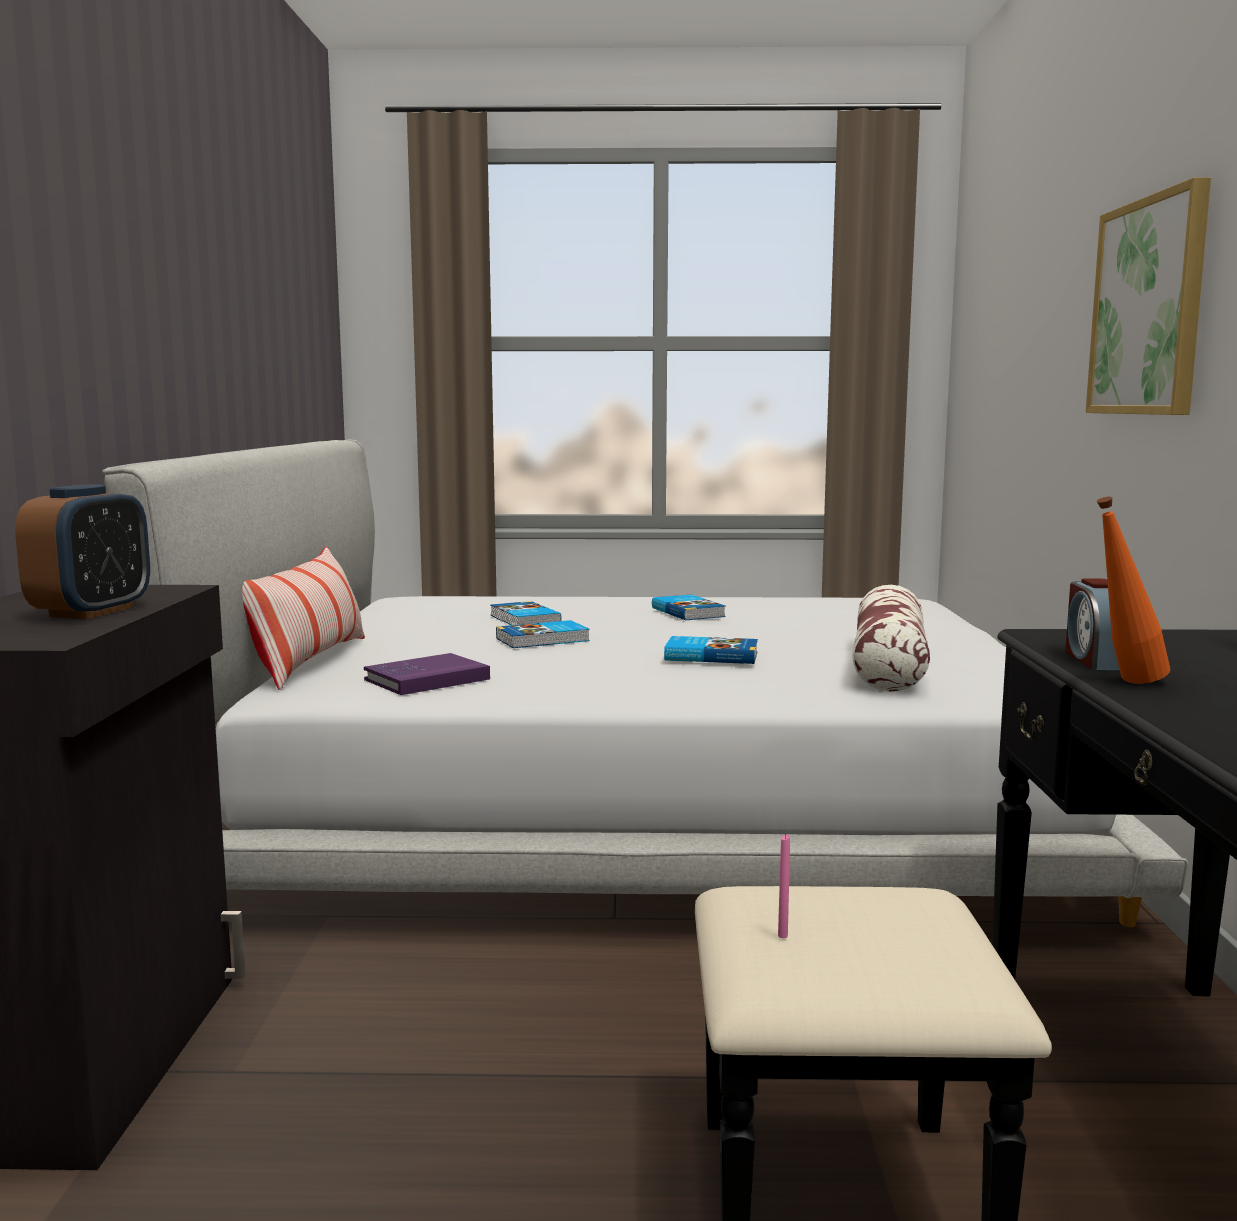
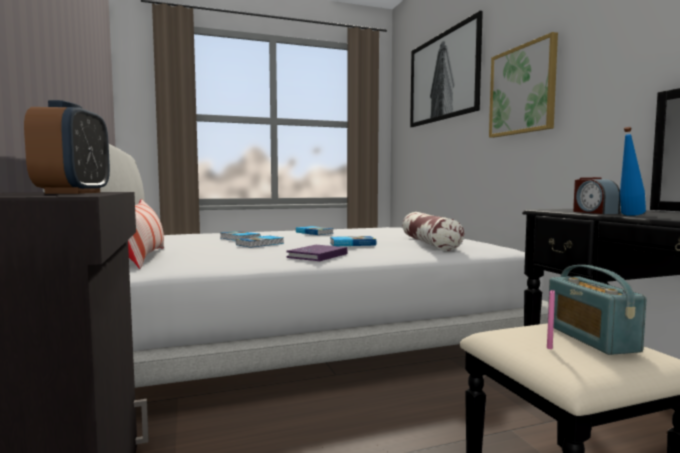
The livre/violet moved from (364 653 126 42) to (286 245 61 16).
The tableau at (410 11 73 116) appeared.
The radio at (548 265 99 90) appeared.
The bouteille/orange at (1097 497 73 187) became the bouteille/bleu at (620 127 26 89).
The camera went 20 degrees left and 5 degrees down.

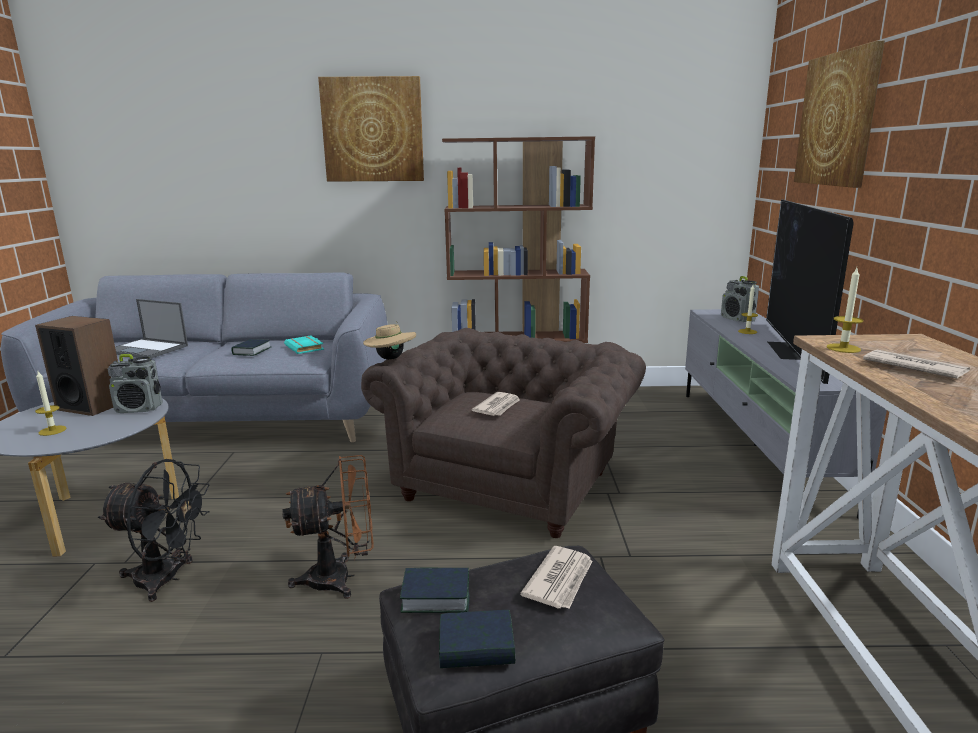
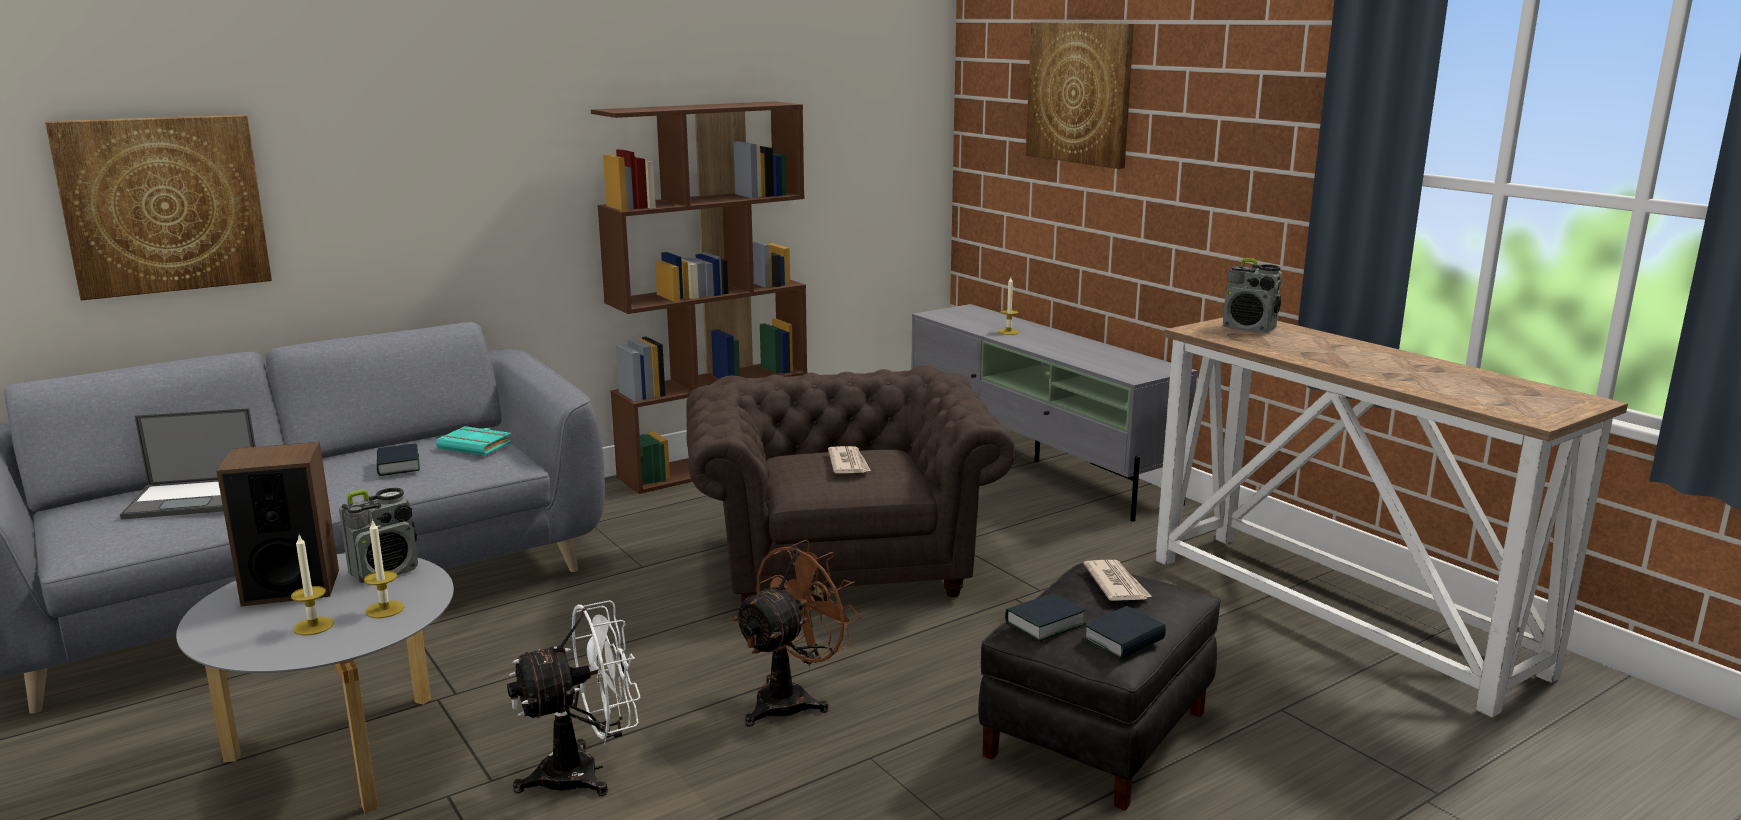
The tableau moved from (318 76 106 106) to (45 115 227 185).
The bougie moved from (827 268 36 85) to (364 519 40 99).
The ventilateur/noir at (98 459 112 143) became the ventilateur/blanc at (507 600 134 196).
The radio moved from (721 276 38 46) to (1223 258 59 75).
The chapeau/beige at (363 321 53 39) disappeared.
The téléviseur at (766 199 88 185) disappeared.
The journal at (863 350 107 29) disappeared.
The camera went 35 degrees left and 0 degrees up.

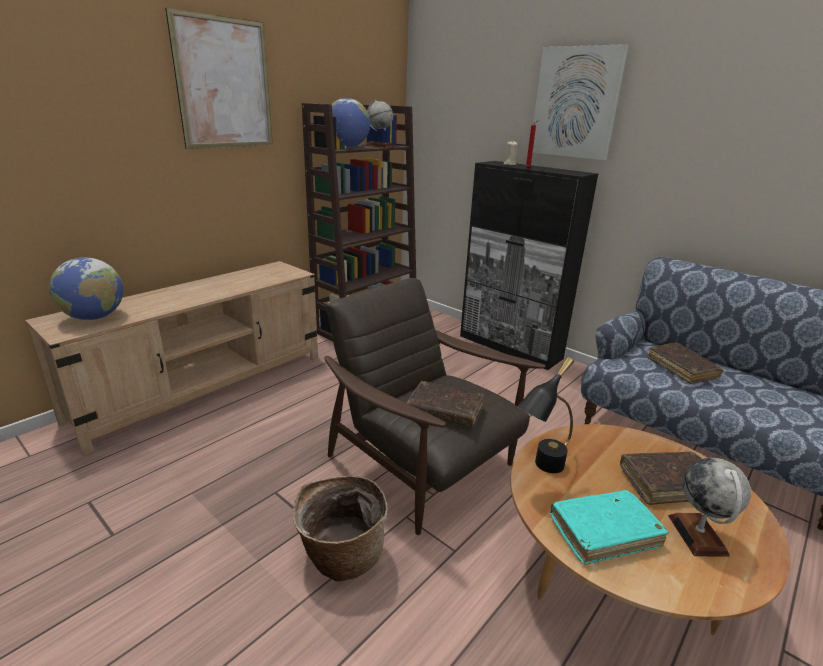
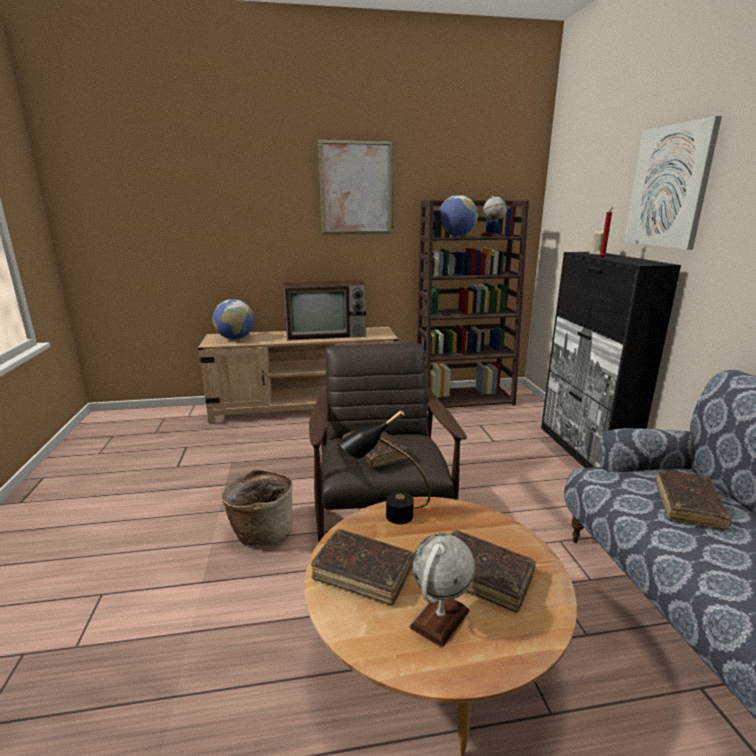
The téléviseur at (284 280 82 61) appeared.
The livre/turquoise at (550 490 119 75) became the livre/marron at (311 529 103 76).
The camera went 40 degrees right and 5 degrees down.

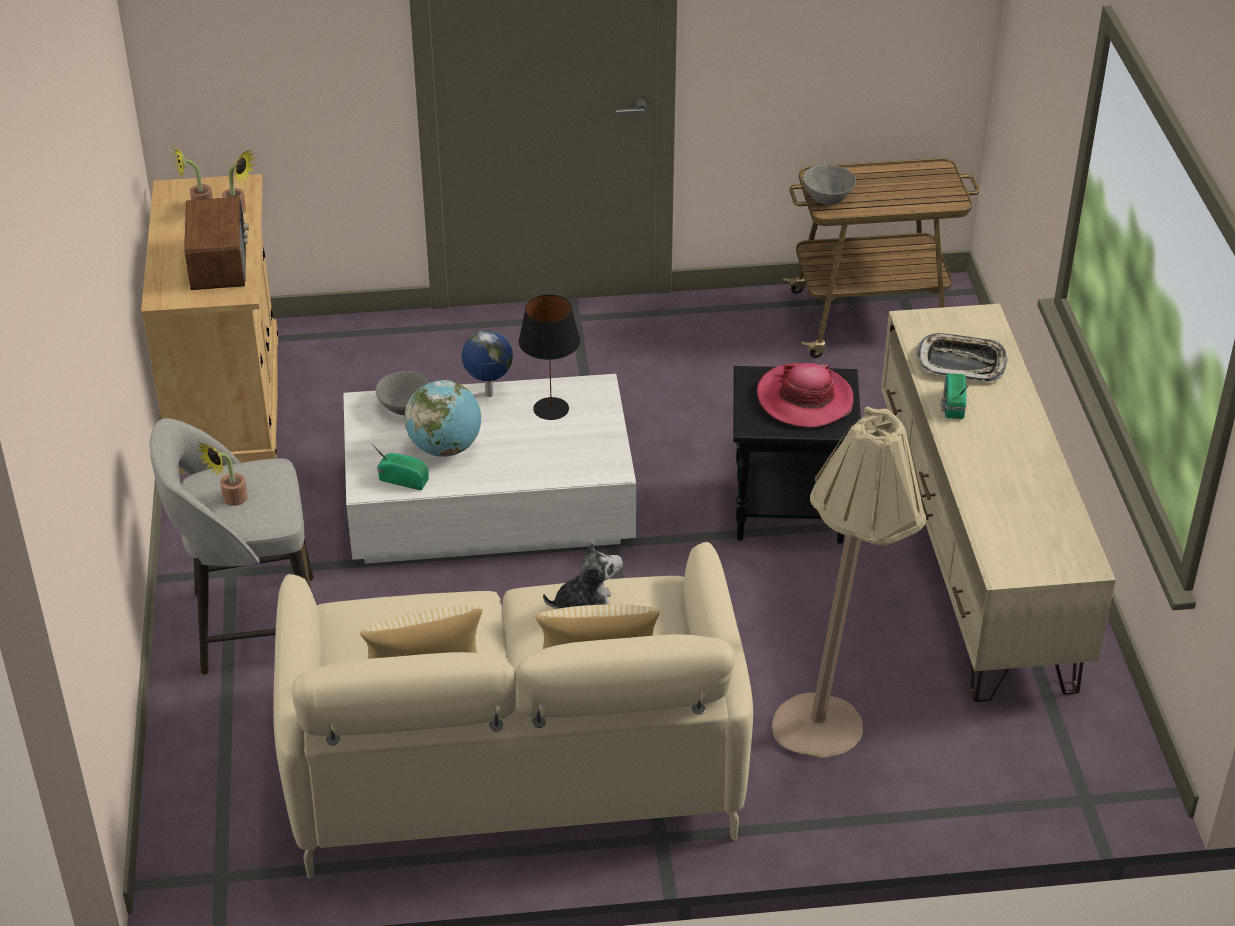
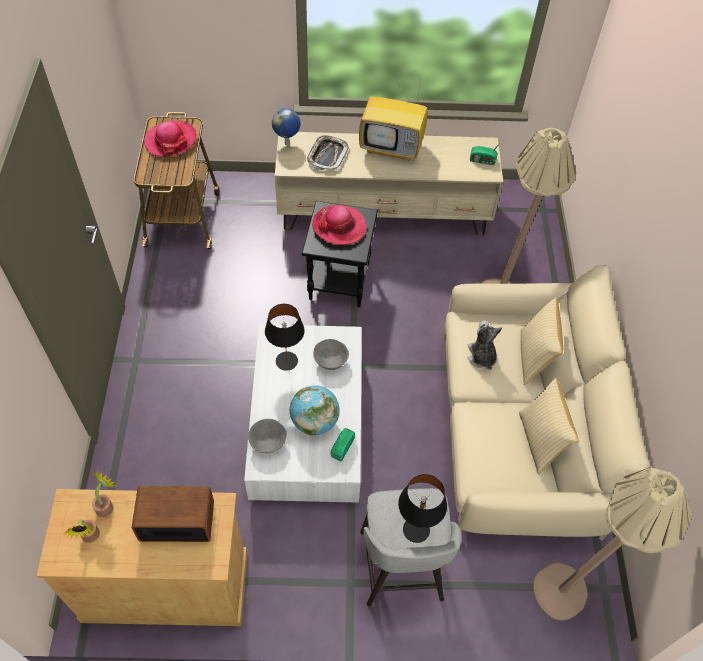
The chapeau at (144 120 53 37) appeared.
The globe moved from (461 330 52 67) to (272 108 29 38).
The bol/gris moved from (803 165 53 40) to (313 339 36 31).
The téléviseur at (359 76 69 85) appeared.
The plante en pot at (196 443 52 63) was replaced by the lampe de table/noir at (398 474 49 69).
The radio moved from (941 373 29 46) to (470 141 32 24).
The lampadaire/beige at (533 467 160 153) appeared.
The camera went 85 degrees left and 15 degrees up.

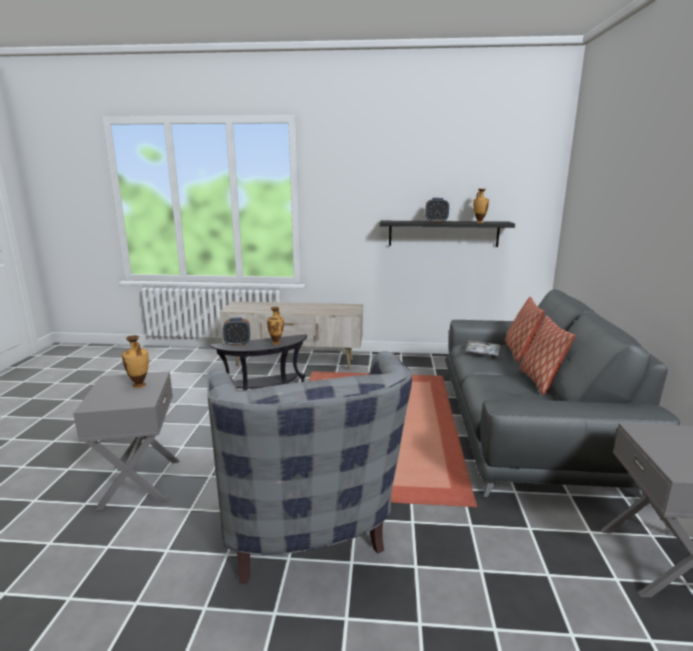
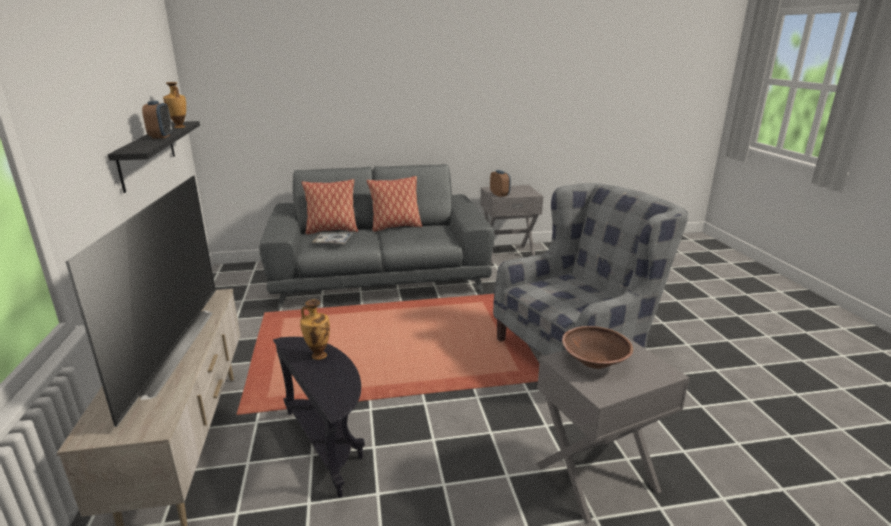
The téléviseur at (65 176 151 251) appeared.
The réveil moved from (223 318 27 28) to (490 170 21 27).
The vase at (122 335 27 53) was replaced by the bol/marron at (562 326 71 43).
The camera went 105 degrees left and 5 degrees up.

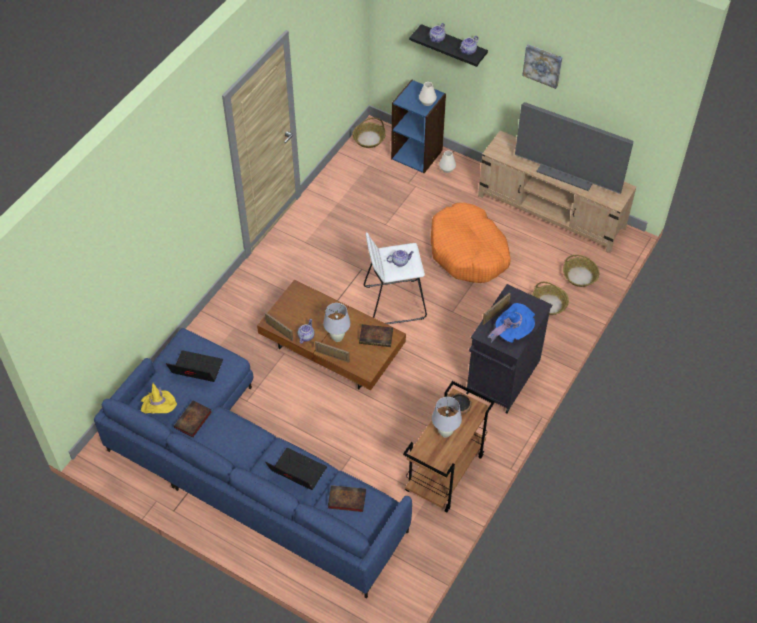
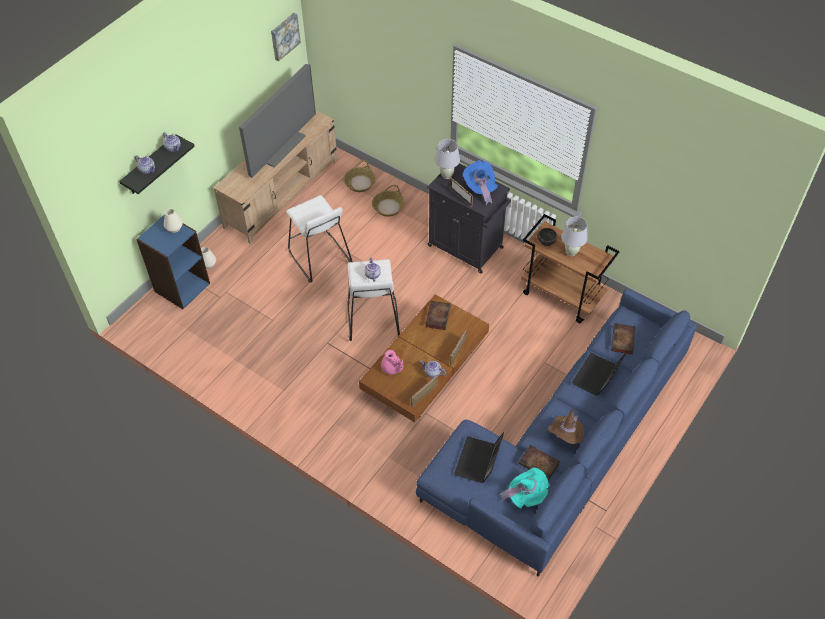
The tableau moved from (522 44 41 45) to (271 13 30 49).
The panier pour chien/orange at (431 203 79 80) was replaced by the tabouret/blanc at (286 195 67 87).
The théière/rose at (381 350 22 24) appeared.
The lampe de table/blanc moved from (323 303 28 39) to (435 139 25 40).
The chapeau/jaune at (141 383 36 31) became the chapeau/turquoise at (499 468 51 41).
The chapeau/marron at (548 409 36 35) appeared.
The panier at (352 117 33 31) disappeared.
The camera went 85 degrees left and 0 degrees up.

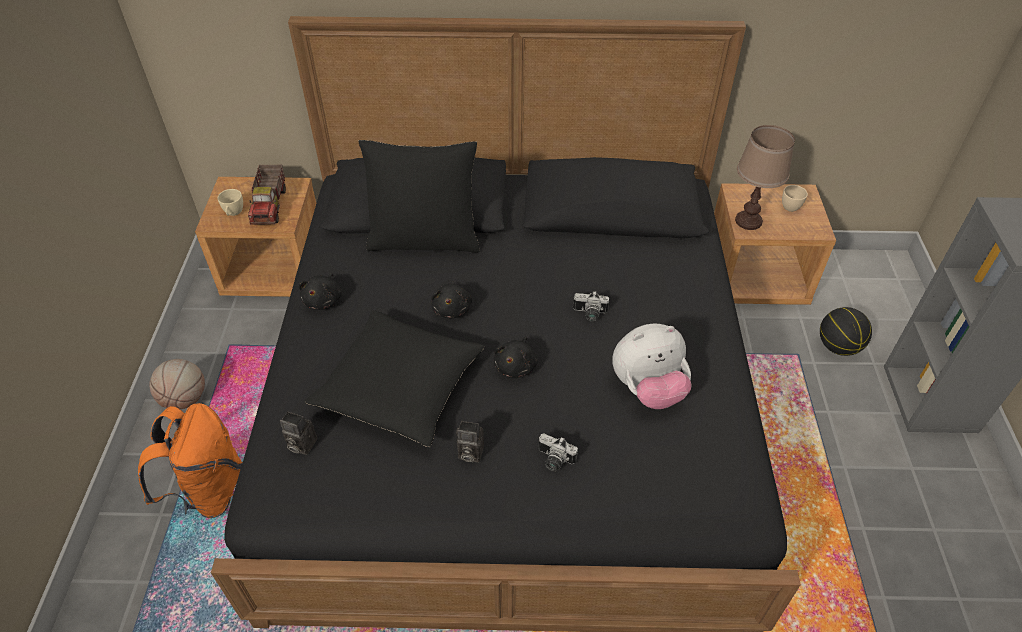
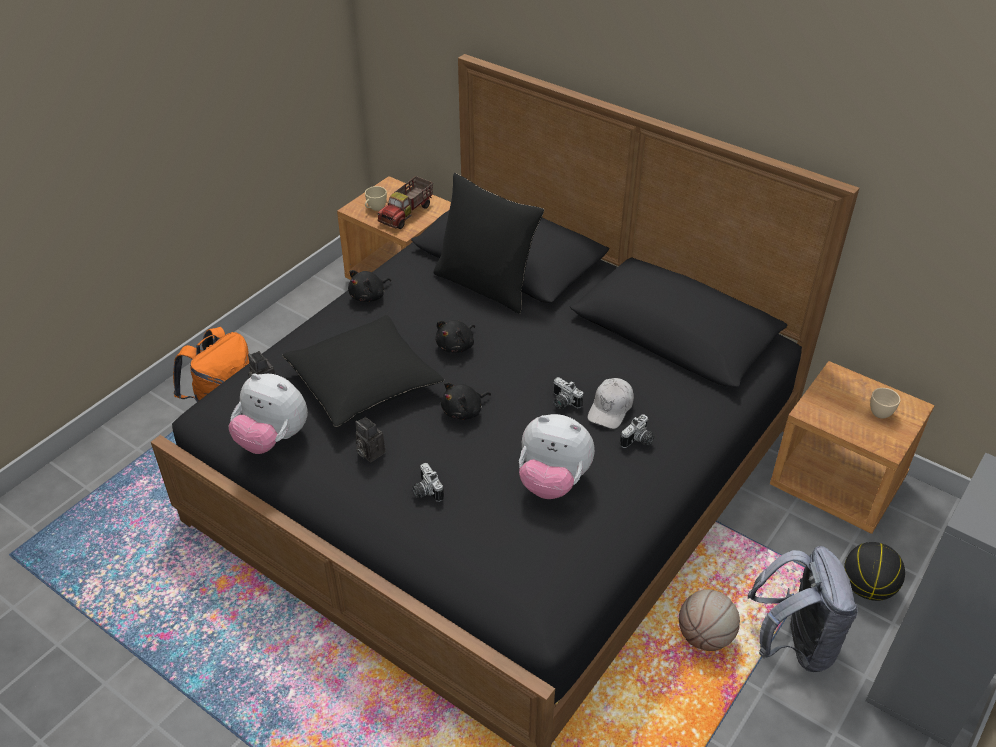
The peluche at (229 373 79 81) appeared.
The casquette/blanc at (588 378 46 51) appeared.
The appareil photo at (620 415 34 33) appeared.
The ballon de basket moved from (149 359 56 51) to (679 589 61 62).
The sac à dos/gris at (748 546 110 126) appeared.
The lampe de table/marron at (735 125 60 105) disappeared.
The camera went 35 degrees right and 5 degrees down.

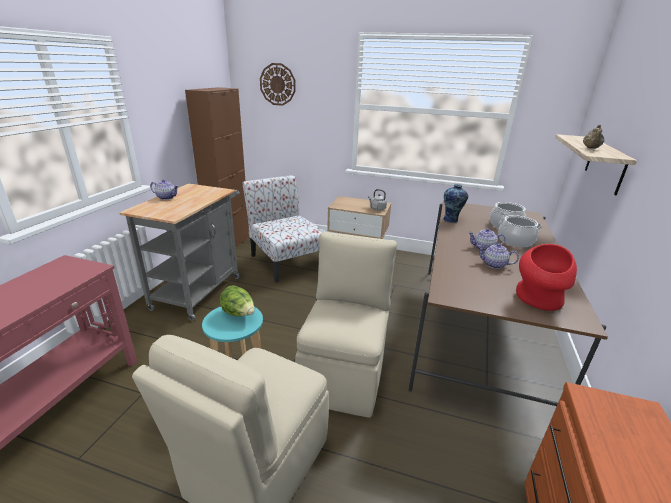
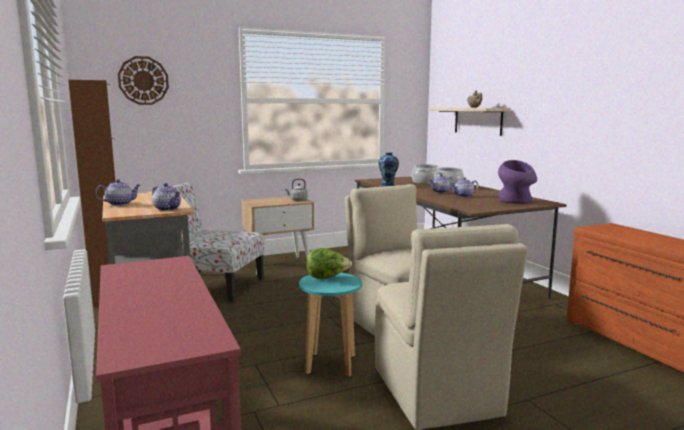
The théière at (152 183 29 28) appeared.
The vase/rouge at (516 244 61 67) became the vase/violet at (498 160 39 44).
The camera went 40 degrees left and 15 degrees down.

